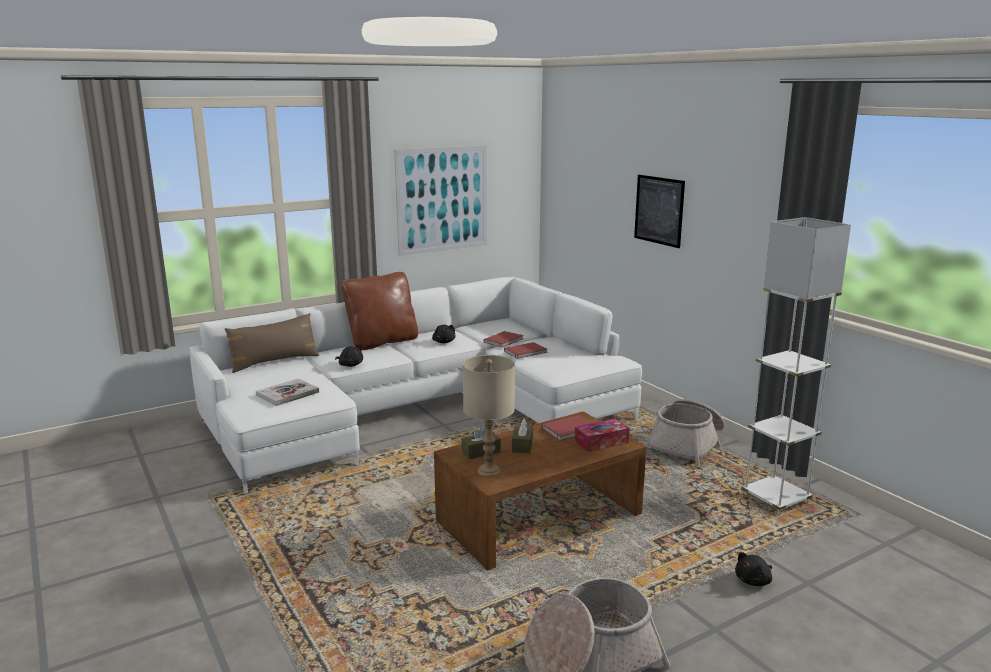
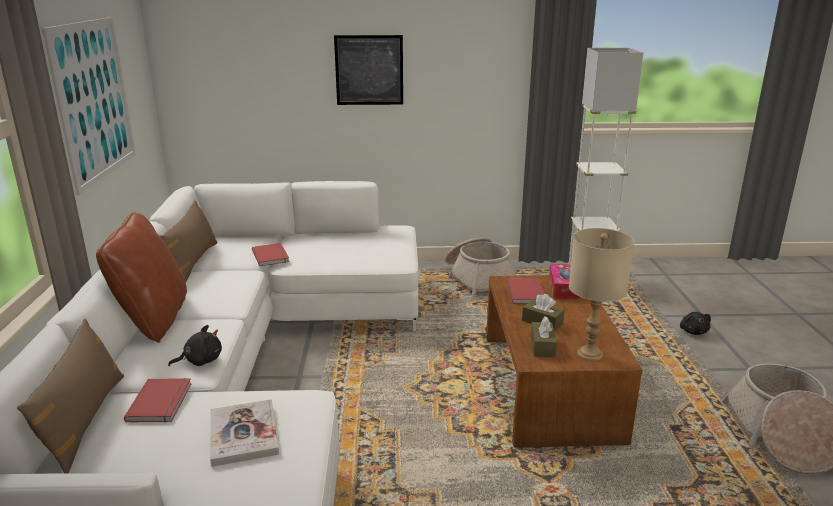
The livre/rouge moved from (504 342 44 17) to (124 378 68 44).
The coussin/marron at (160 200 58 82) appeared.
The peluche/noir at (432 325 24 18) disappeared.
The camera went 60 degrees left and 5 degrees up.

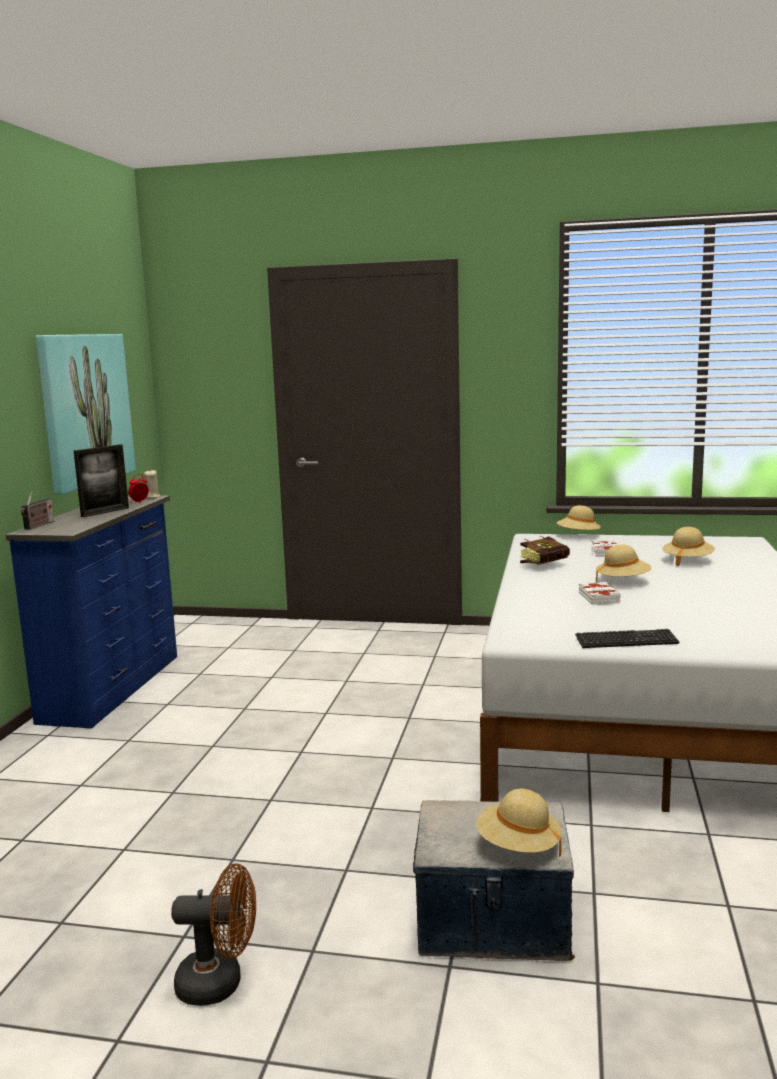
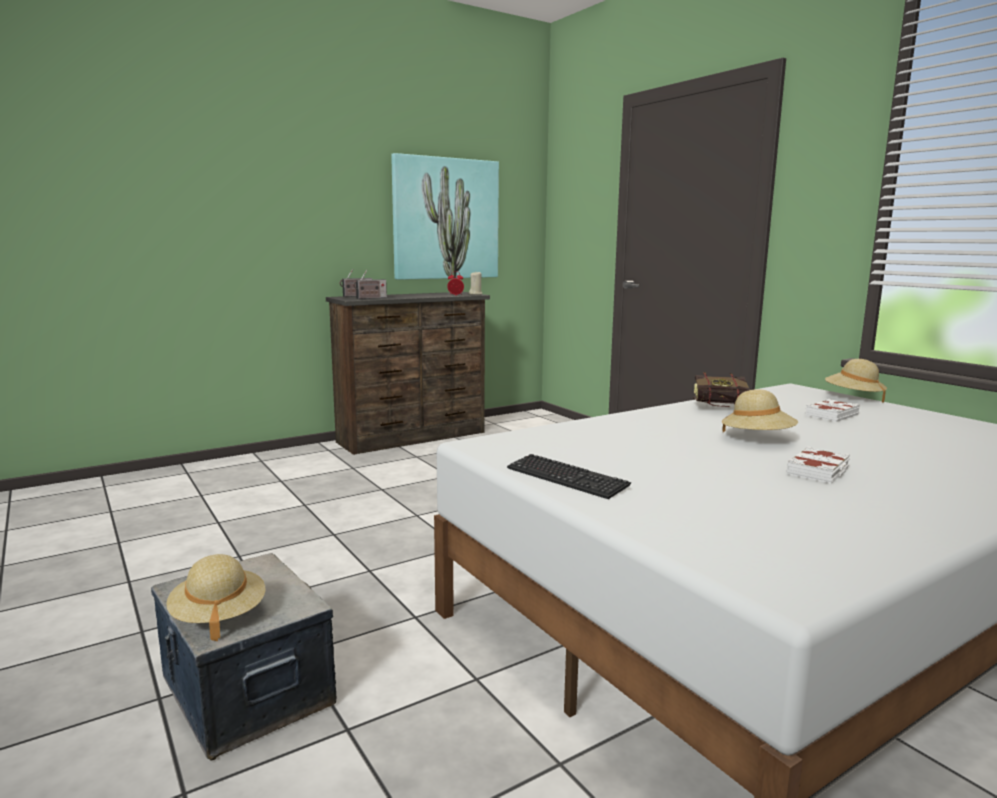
The commode/bleu at (5 495 172 233) became the commode/marron at (326 292 164 163).
The radio at (353 270 34 29) appeared.
The livre/blanc moved from (579 582 42 23) to (786 446 64 38).
The cadre photo at (74 444 55 73) disappeared.
The ventilateur/marron at (171 863 85 143) disappeared.
The chapeau/beige at (662 527 53 40) disappeared.
The camera went 45 degrees right and 0 degrees up.

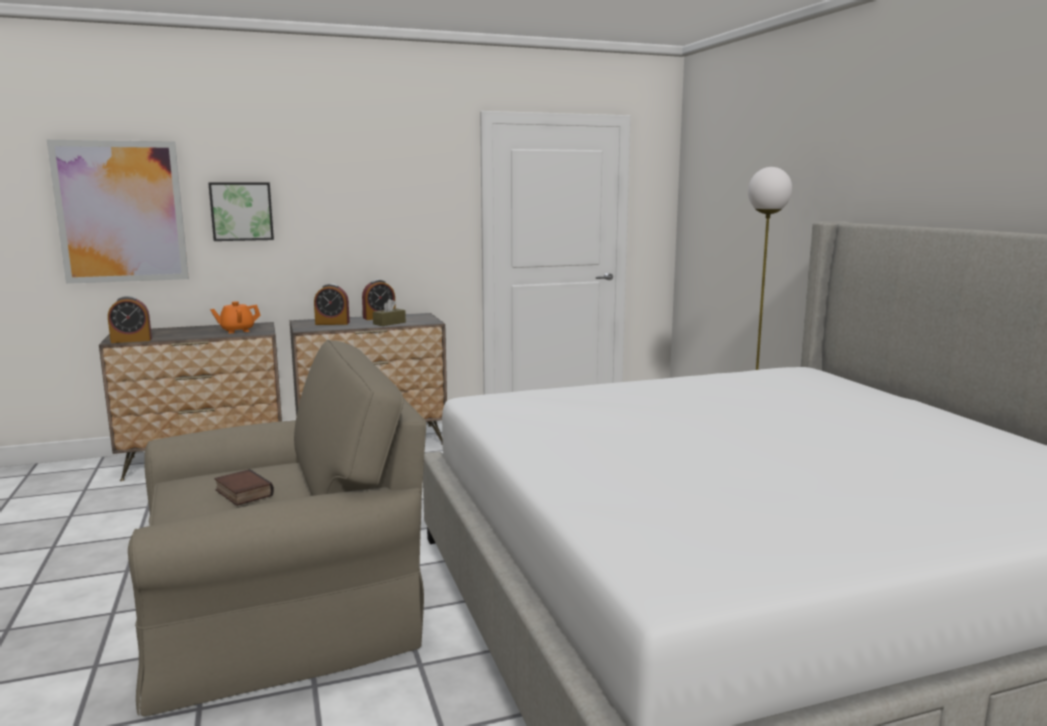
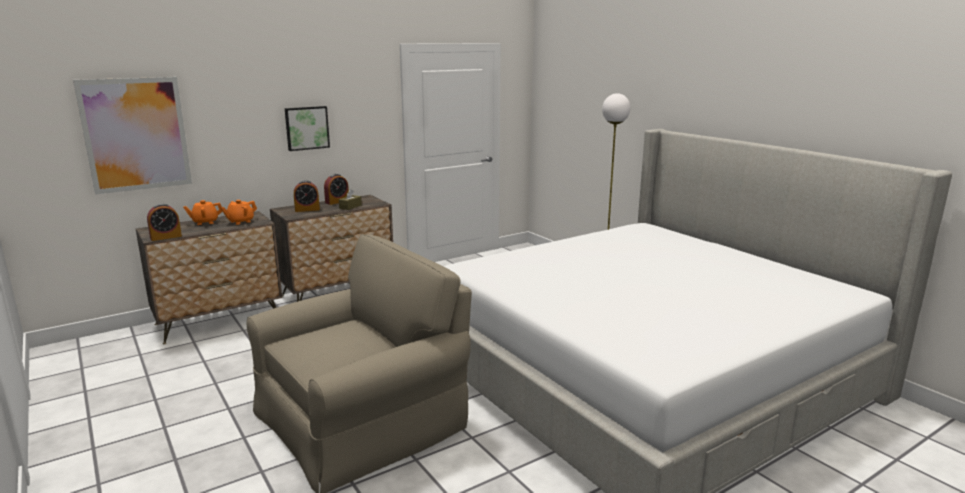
The théière/orange at (183 200 39 25) appeared.
The tableau moved from (208 182 66 59) to (285 106 45 45).
The livre at (214 469 60 37) disappeared.
The camera went 15 degrees left and 5 degrees up.

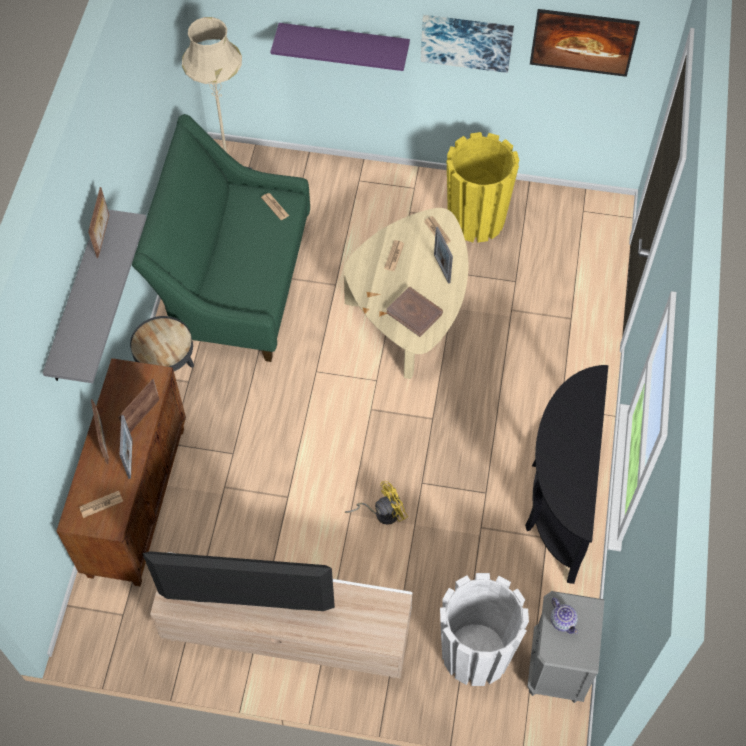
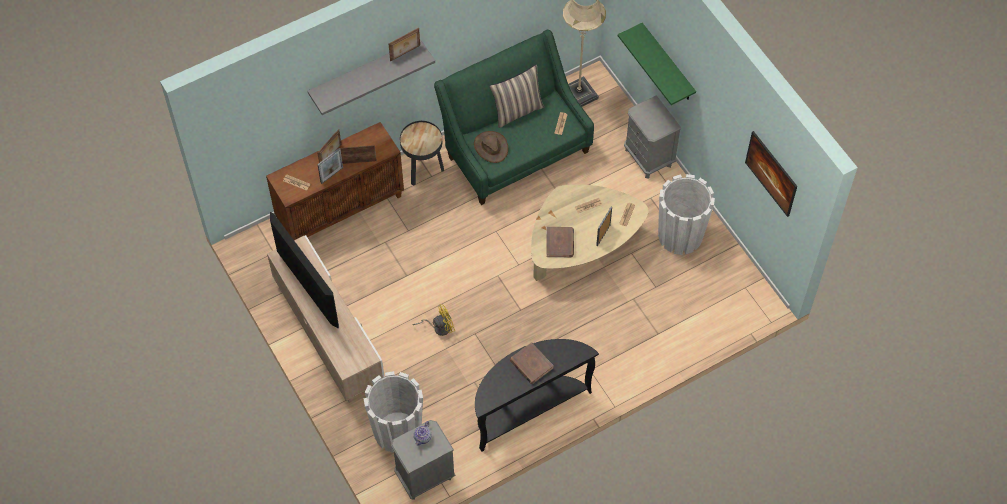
The ventilateur/jaune at (345 481 63 44) turned 45 degrees counterclockwise.
The chapeau/marron at (474 131 34 32) appeared.
The coussin at (489 65 55 63) appeared.
The livre/marron at (510 342 43 42) appeared.
The étagère/violet at (270 23 140 48) became the étagère/vert at (618 23 78 82).
The table de chevet/gris at (624 95 57 84) appeared.
The cache-pot/jaune at (447 132 72 111) became the cache-pot/blanc at (658 174 57 81).
The tableau at (421 15 93 58) disappeared.
The camera went 50 degrees right and 0 degrees up.

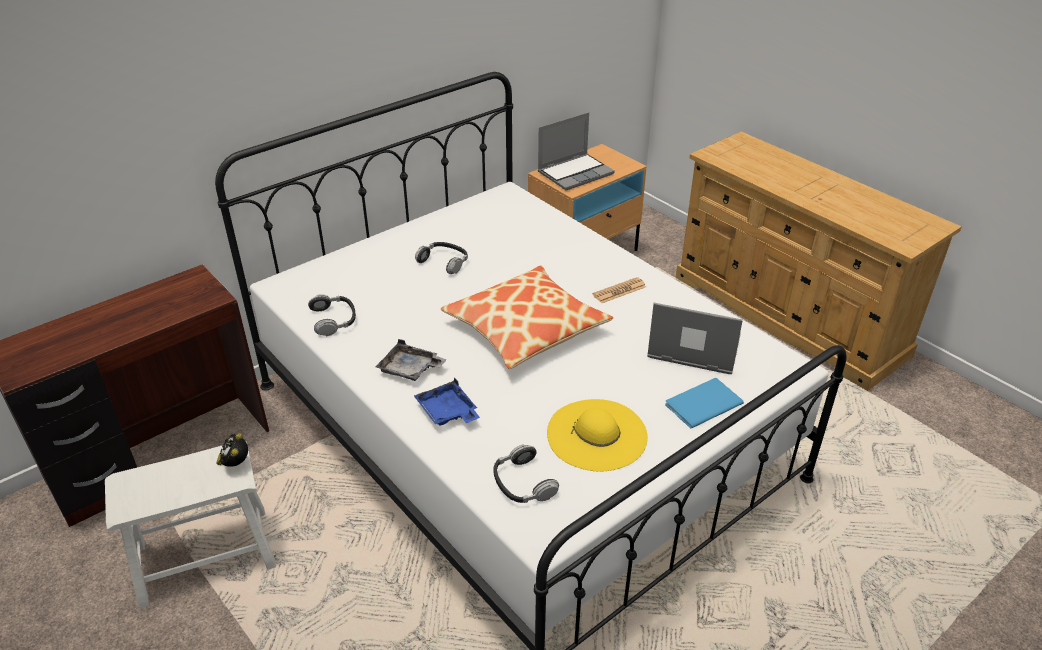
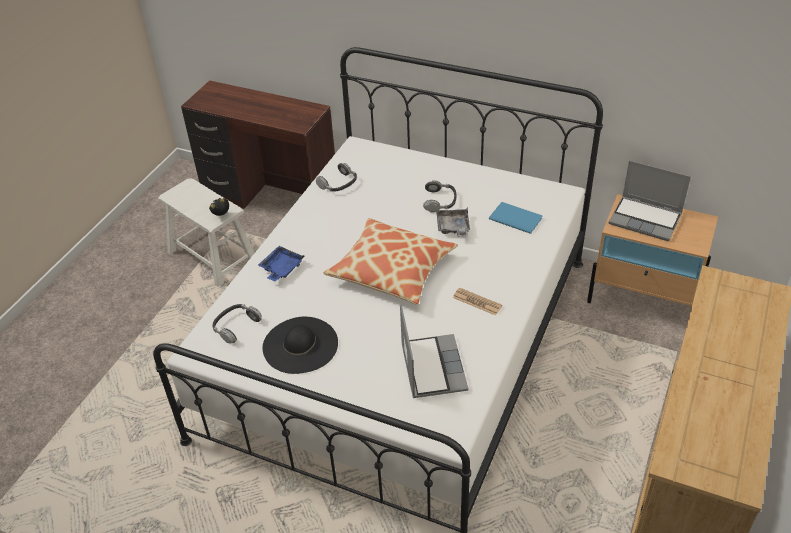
The chapeau/jaune at (547 399 101 73) became the chapeau/noir at (262 317 76 57).
The plateau/gris moved from (376 339 71 42) to (436 208 34 29).
The livre/bleu moved from (665 378 79 51) to (489 202 53 32).
The camera went 65 degrees right and 5 degrees up.

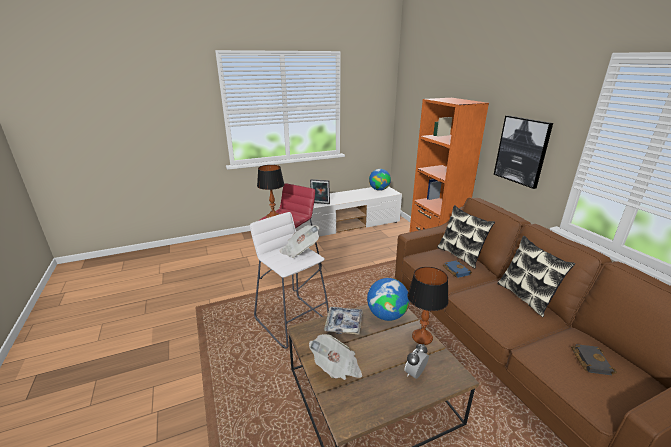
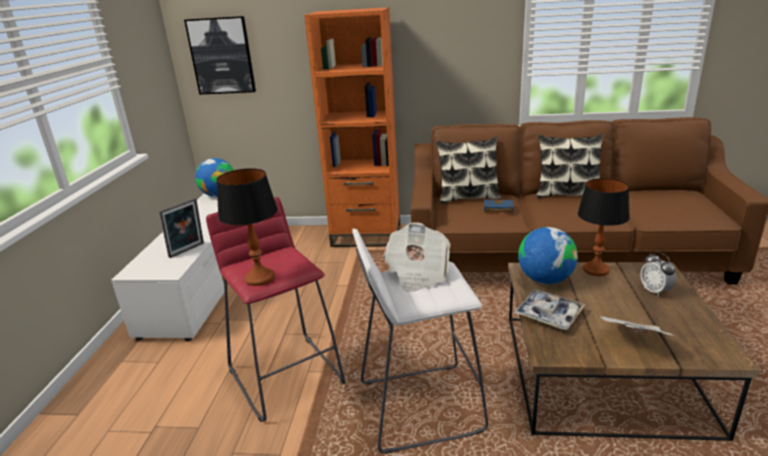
The tableau moved from (494 115 59 74) to (184 16 72 79).
The livre/noir at (571 344 46 31) disappeared.
The camera went 60 degrees left and 0 degrees up.

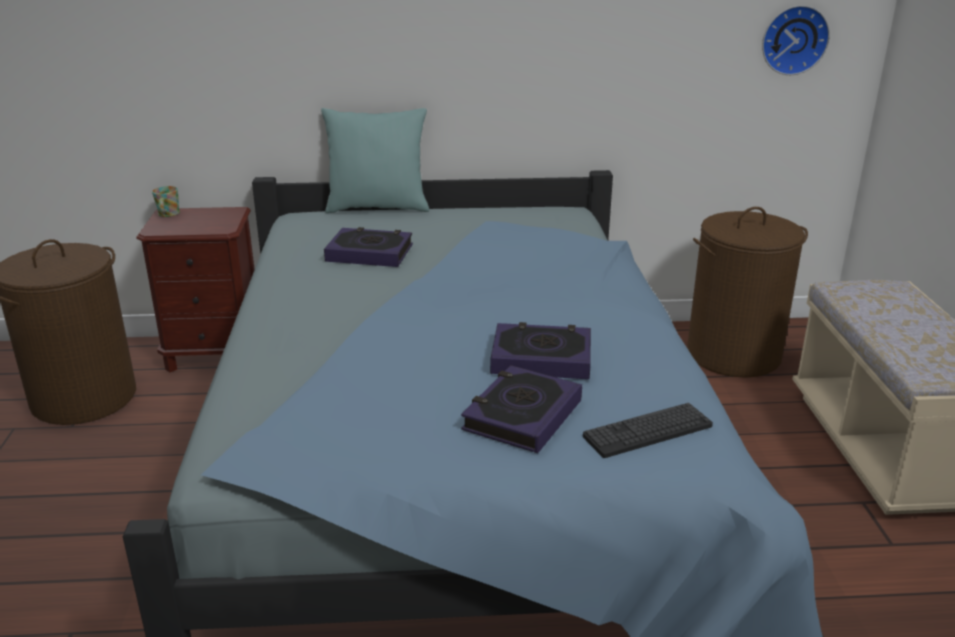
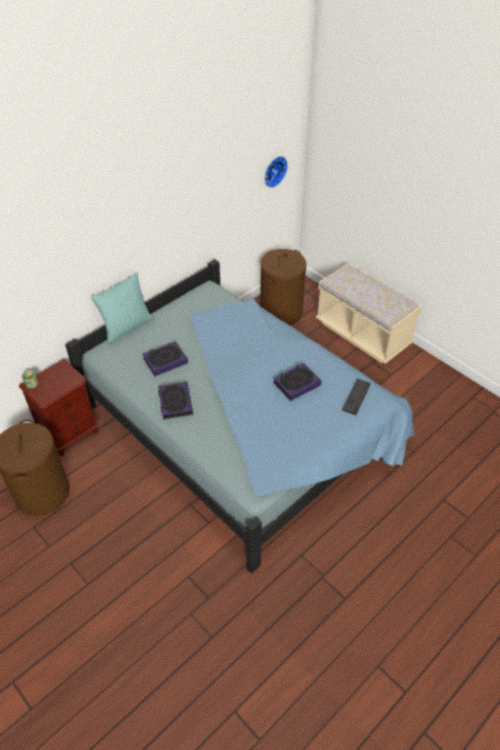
The livre moved from (461 365 121 88) to (158 382 35 37).
The camera went 40 degrees left and 20 degrees up.

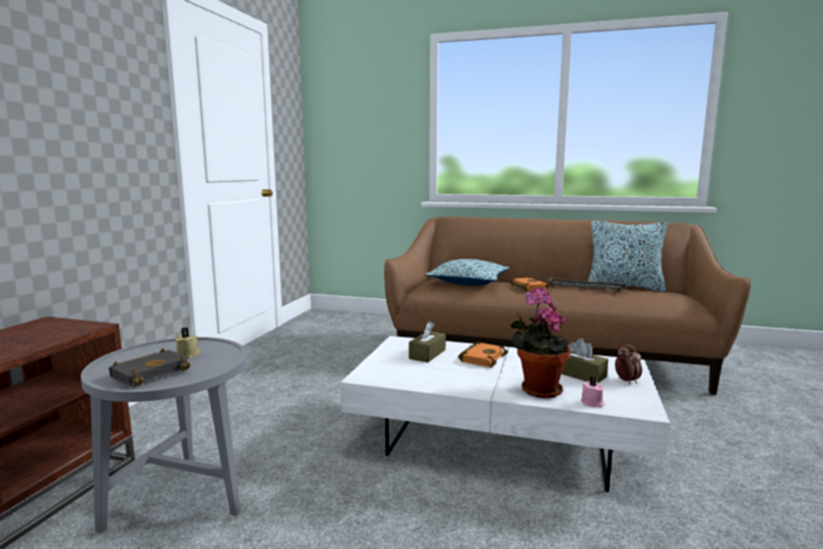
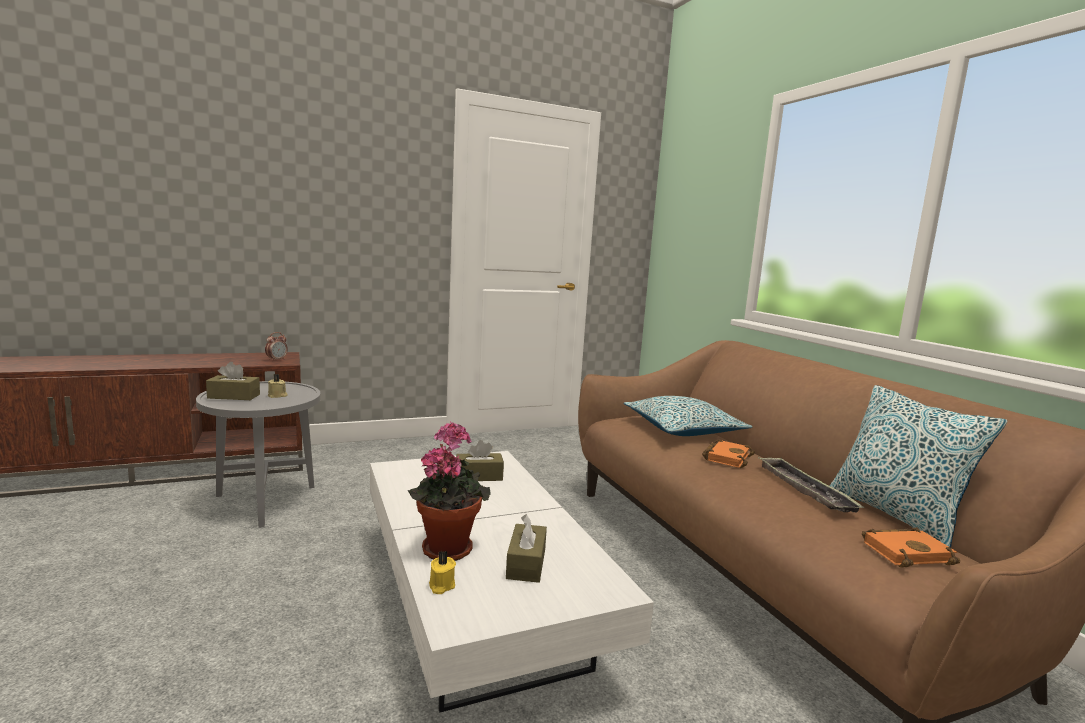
The livre/noir at (109 348 82 39) was replaced by the boîte à mouchoirs/marron at (206 362 54 38).
The réveil moved from (615 345 27 39) to (265 332 23 29).
The bougie/rose at (581 376 24 31) became the bougie/jaune at (429 550 27 44).
The livre/orange moved from (458 341 50 26) to (862 527 98 40).
The camera went 50 degrees right and 0 degrees up.

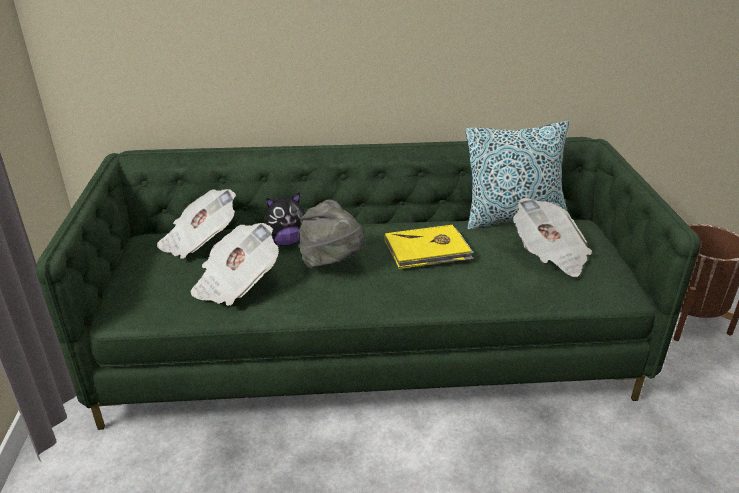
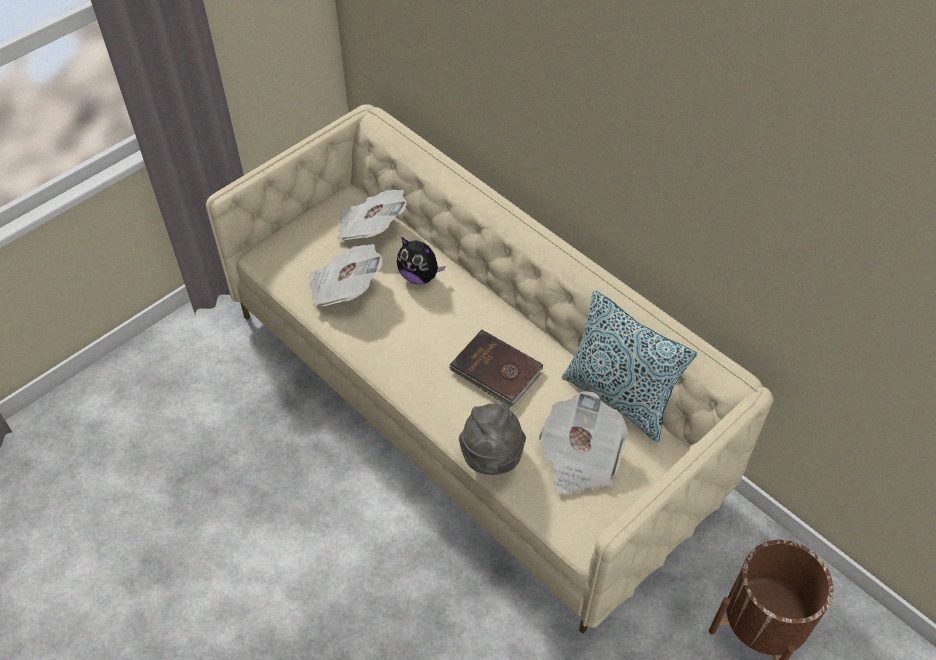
The canapé/vert at (36 137 665 293) became the canapé/beige at (206 104 567 530).
The livre/jaune at (385 225 89 44) became the livre/marron at (449 329 94 79).
The chapeau/gris moved from (298 199 68 69) to (459 404 67 71).
The camera went 50 degrees right and 20 degrees up.

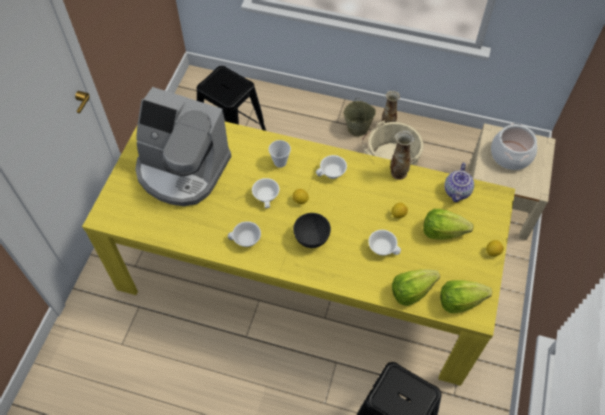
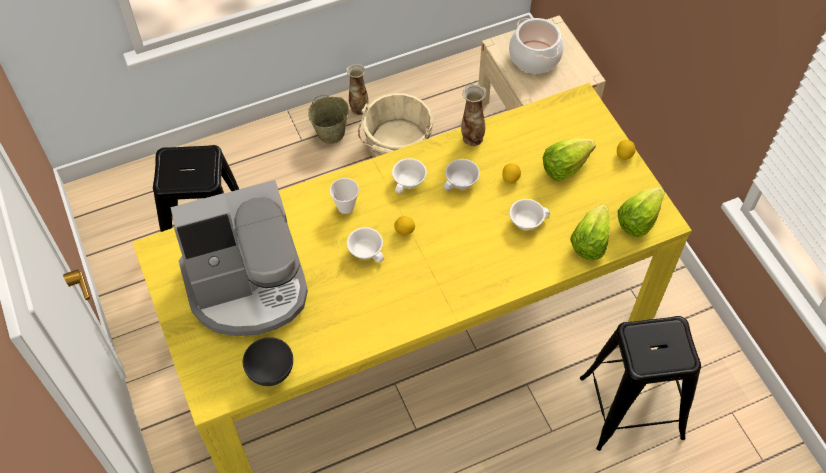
The bol/gris moved from (293 213 38 35) to (243 337 50 49).
The tasse/blanc moved from (228 221 33 26) to (443 159 37 32).
The théière at (444 163 30 39) disappeared.
The camera went 40 degrees left and 0 degrees up.

